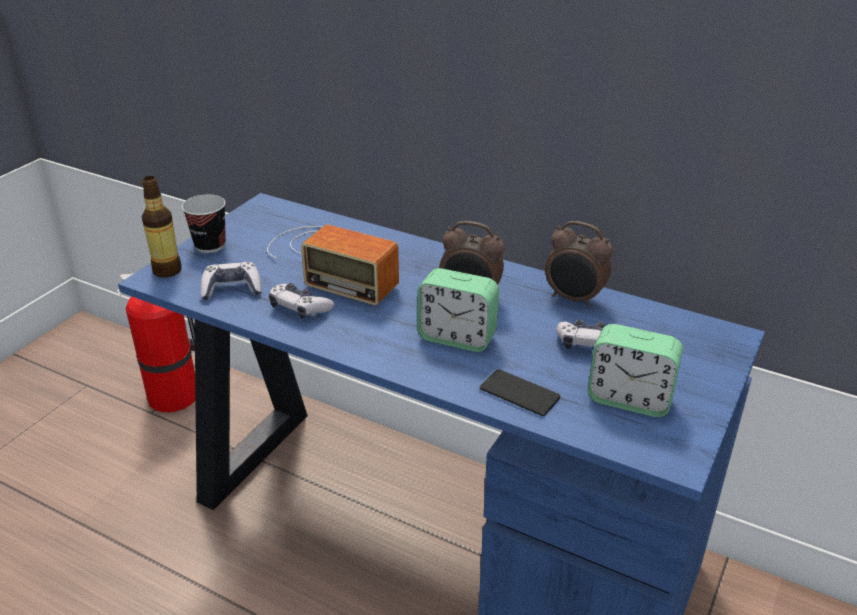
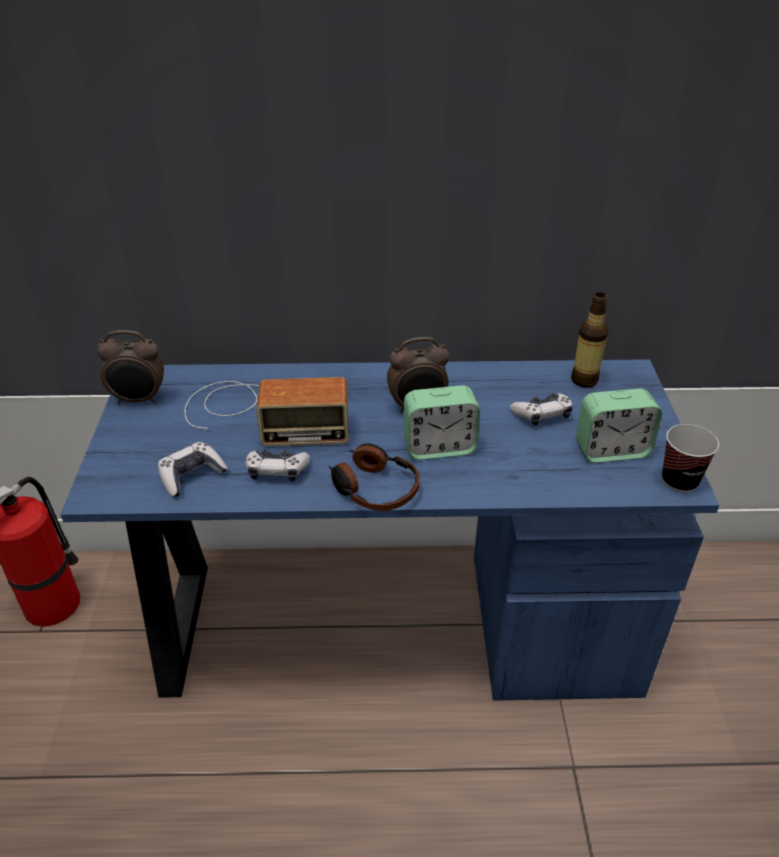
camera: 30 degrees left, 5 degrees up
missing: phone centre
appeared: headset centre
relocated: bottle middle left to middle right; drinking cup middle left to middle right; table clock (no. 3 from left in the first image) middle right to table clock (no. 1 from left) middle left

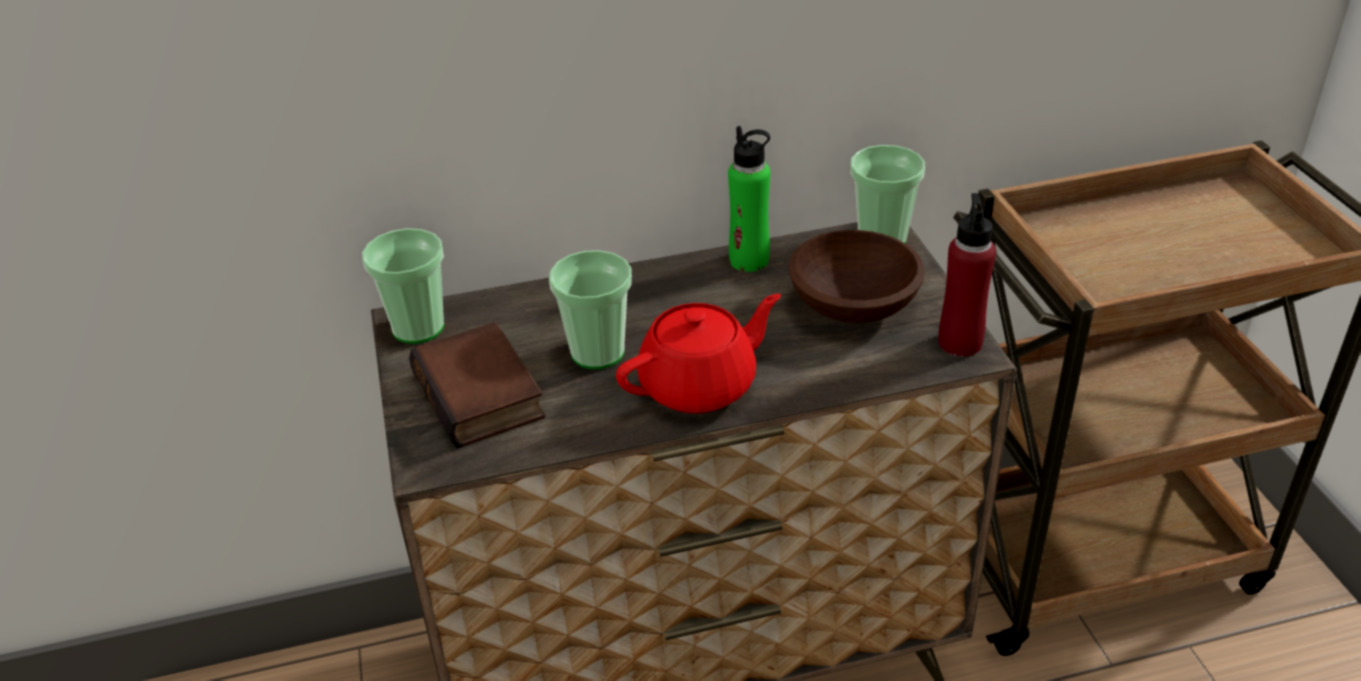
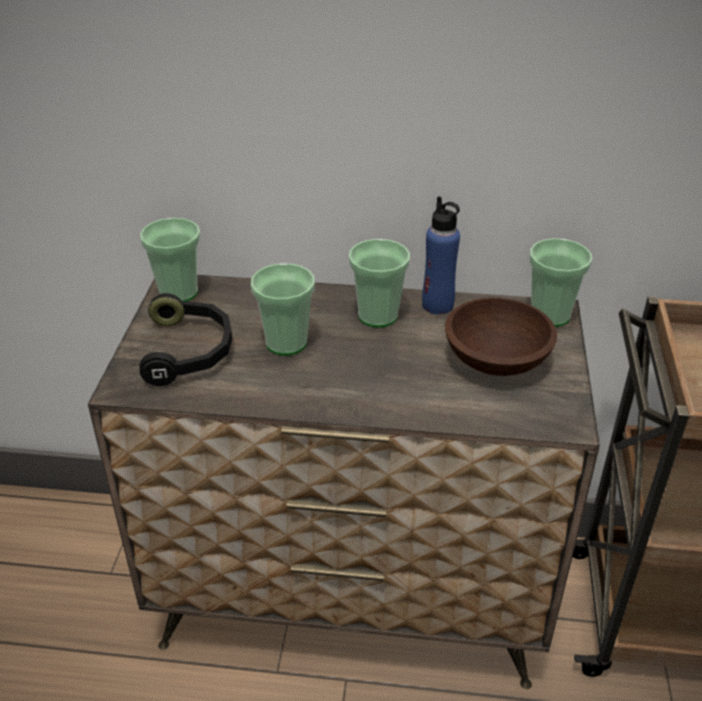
camera: 20 degrees right, 0 degrees up
missing: reddish pot for tea centre; reddish bottle middle right
appeared: drinking cup (no. 3 from left) centre
exchanged: volume centre to black headset middle left
colour: greenish bottle top centre to blue-coloured bottle centre

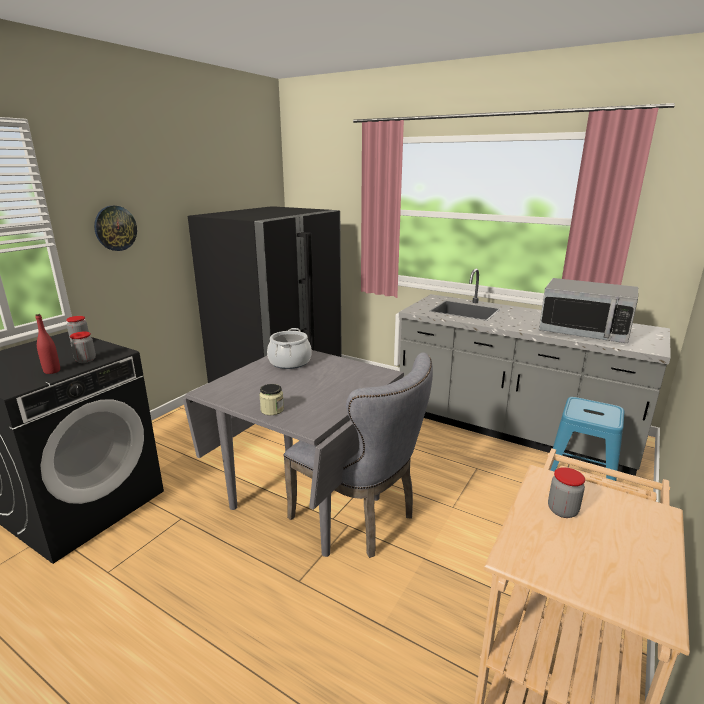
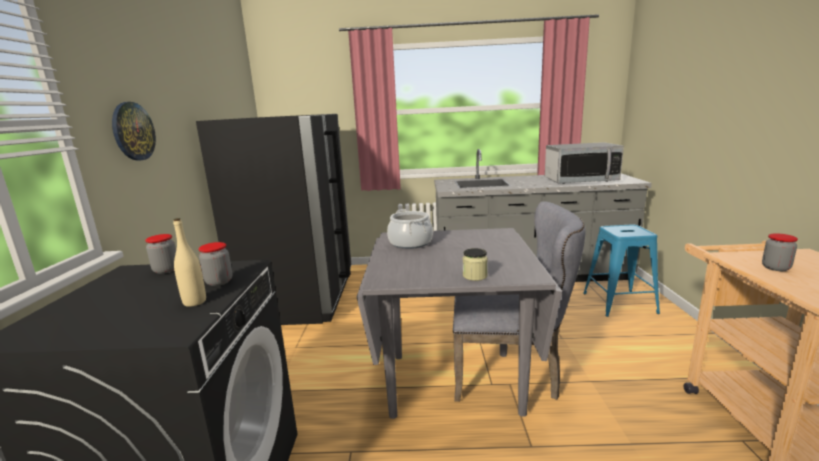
camera: 30 degrees left, 5 degrees down
colour: reddish bottle middle left to beige bottle middle left

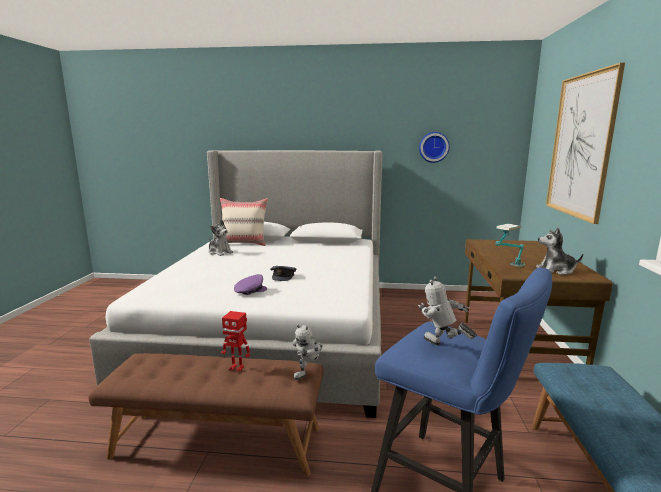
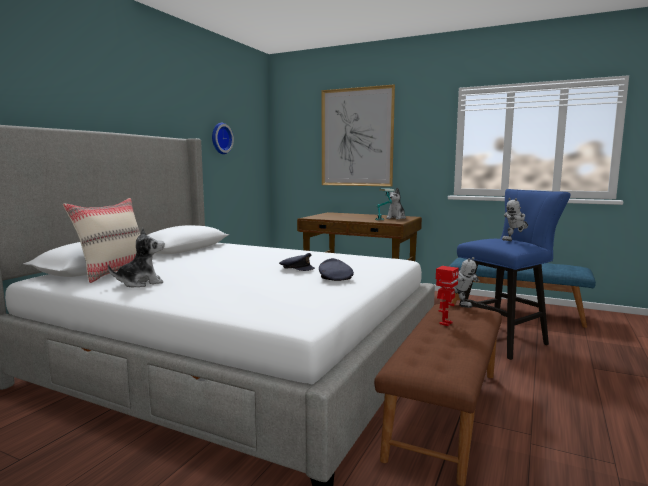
camera: 70 degrees left, 5 degrees down
colour: purplish baseball cap centre to grey baseball cap (no. 2 from left) centre

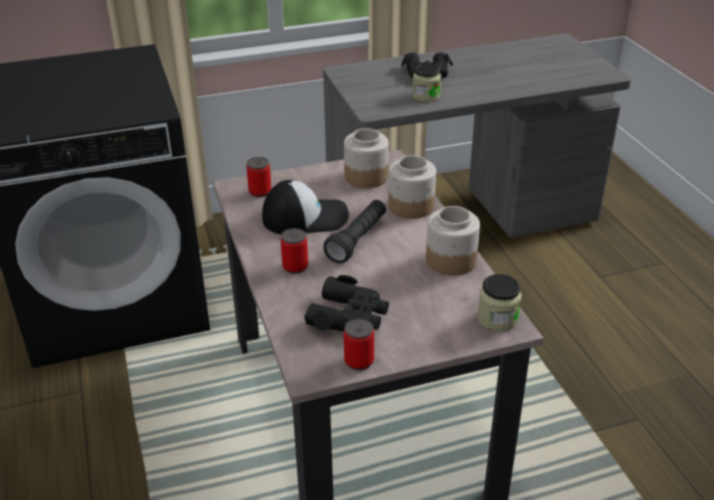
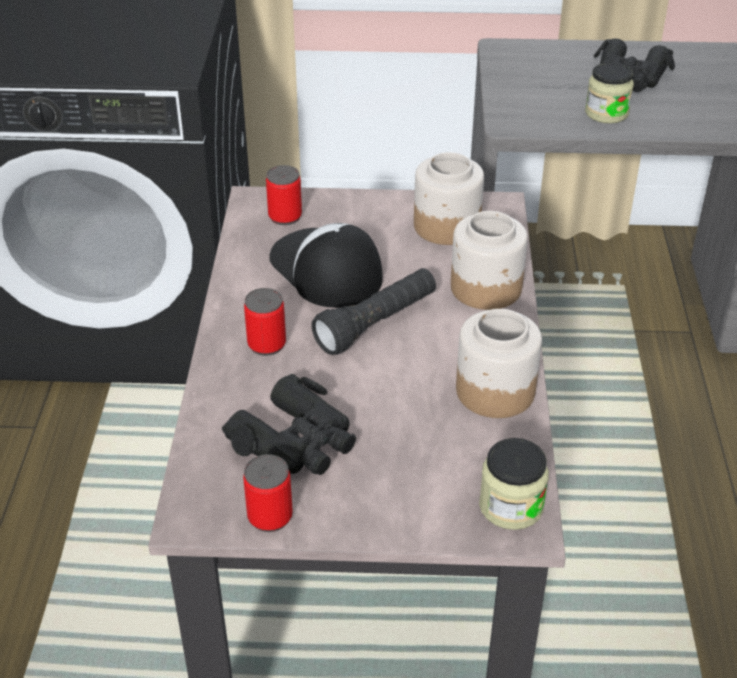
camera: 20 degrees right, 5 degrees up
spun: baseball cap centre = centre 135 degrees counterclockwise

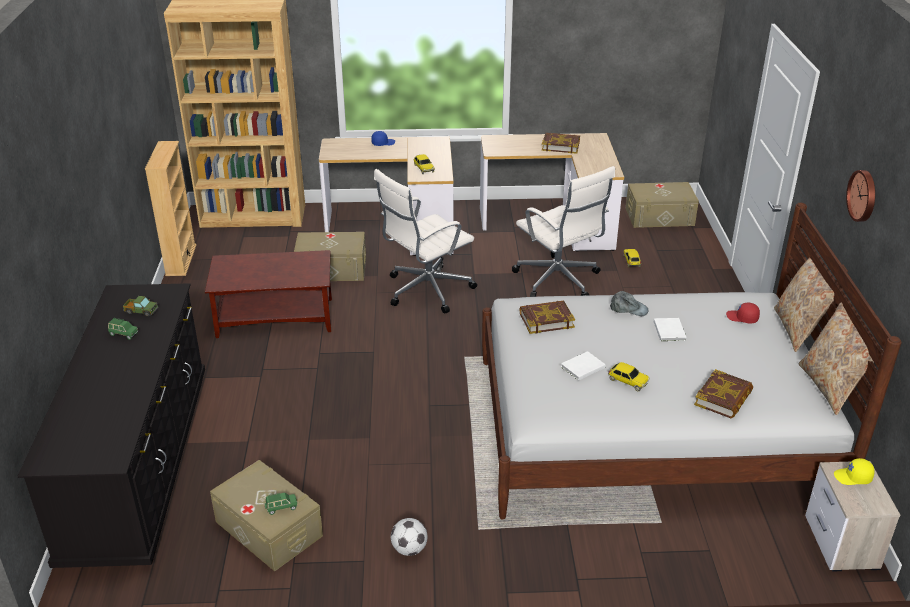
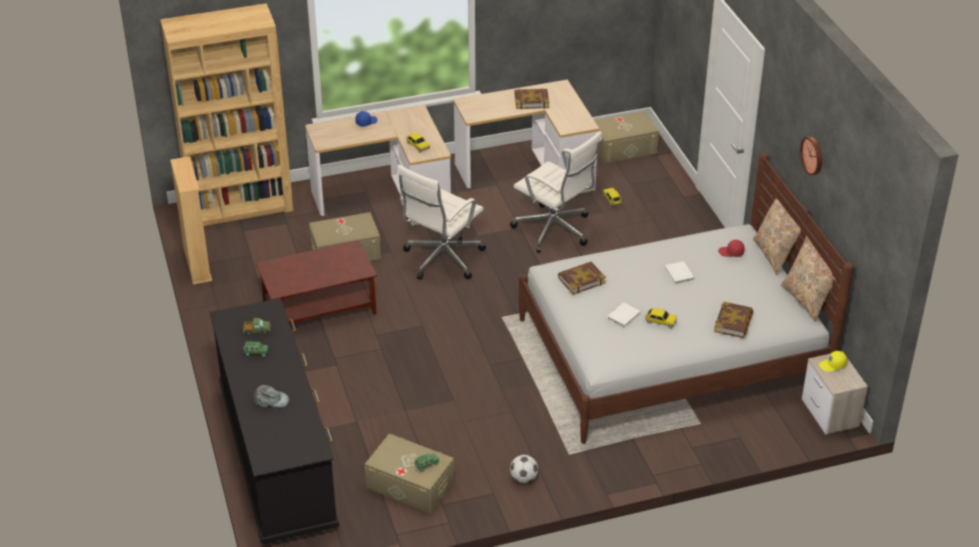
camera: 15 degrees left, 5 degrees up
relocated: grey baseball cap middle right to bottom left

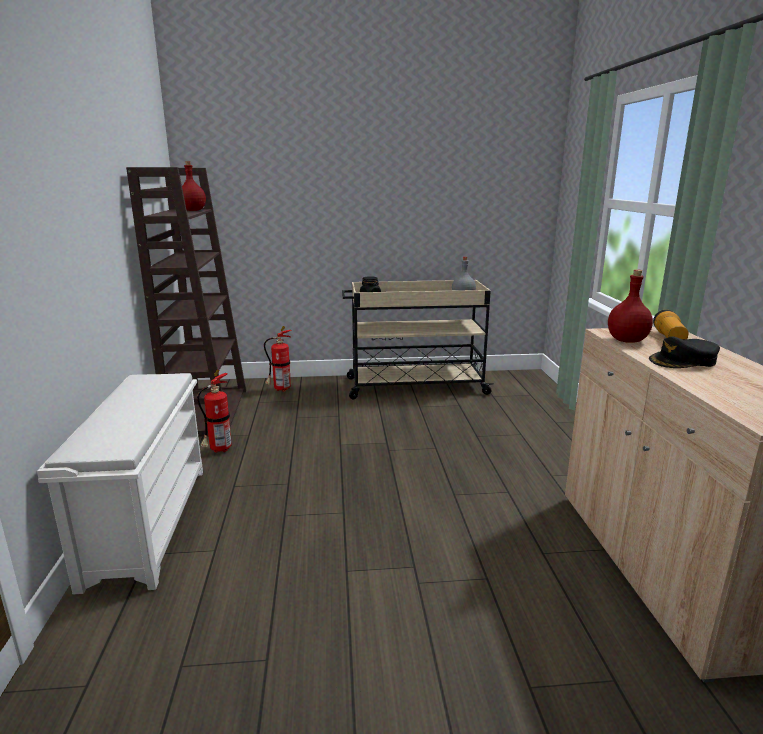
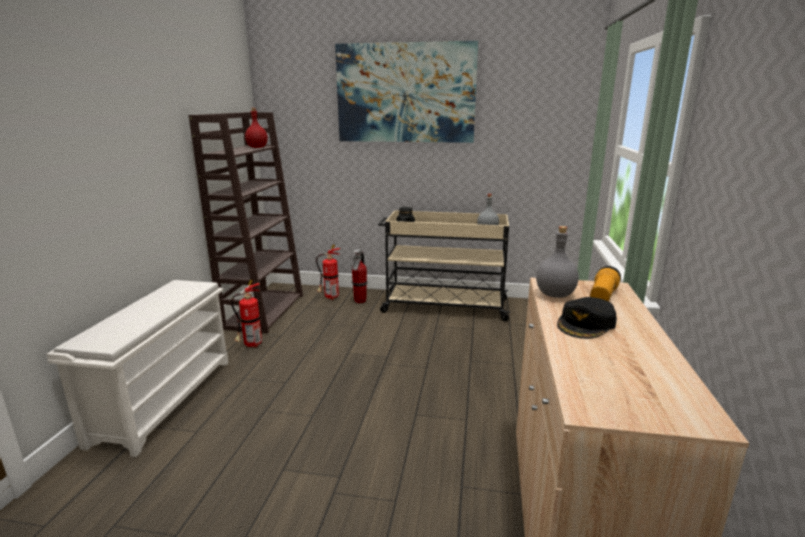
camera: 15 degrees right, 0 degrees up
appeared: picture top centre; fire-fighting cylinder (no. 3 from left) centre
colour: reddish bottle (no. 2 from left) middle right to grey bottle (no. 2 from left) middle right
spun: black baseball cap middle right = middle right 45 degrees counterclockwise

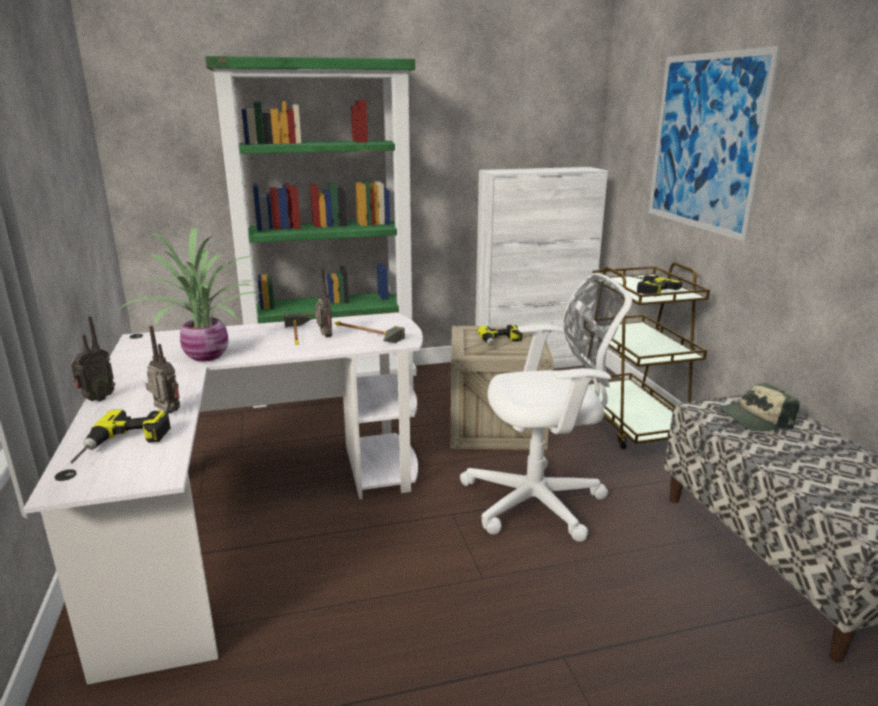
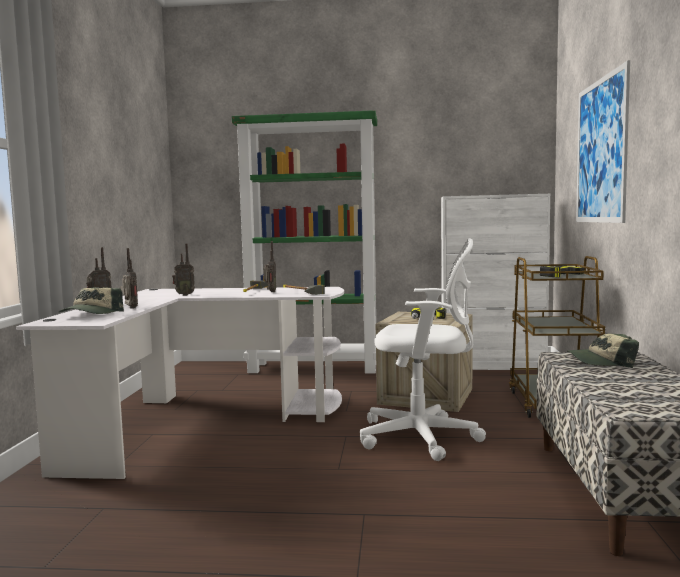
camera: 20 degrees right, 15 degrees down
exchanged: drill (no. 1 from left) middle left to baseball cap (no. 1 from left) middle left; houseplant middle left to radio receiver (no. 3 from left) middle left

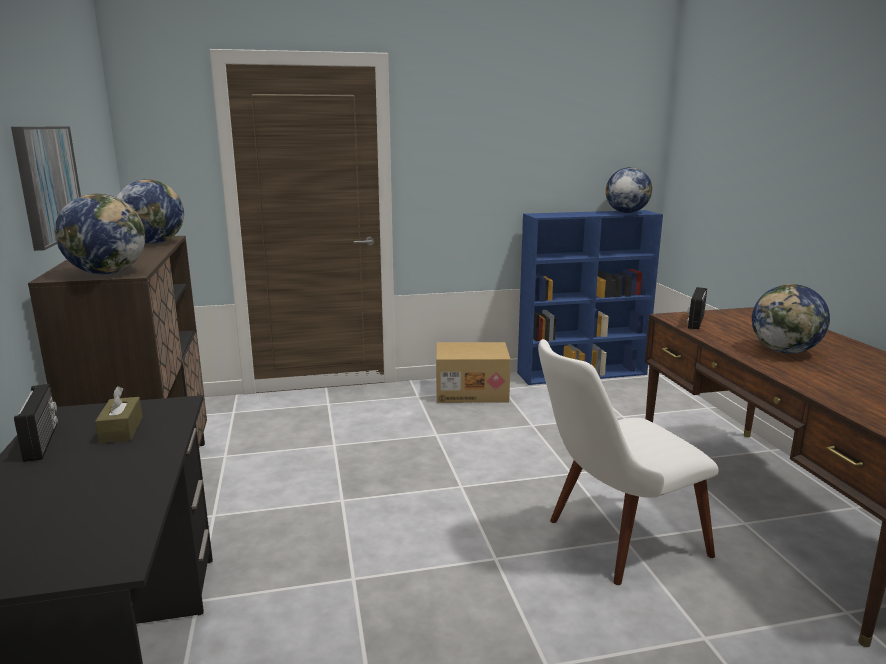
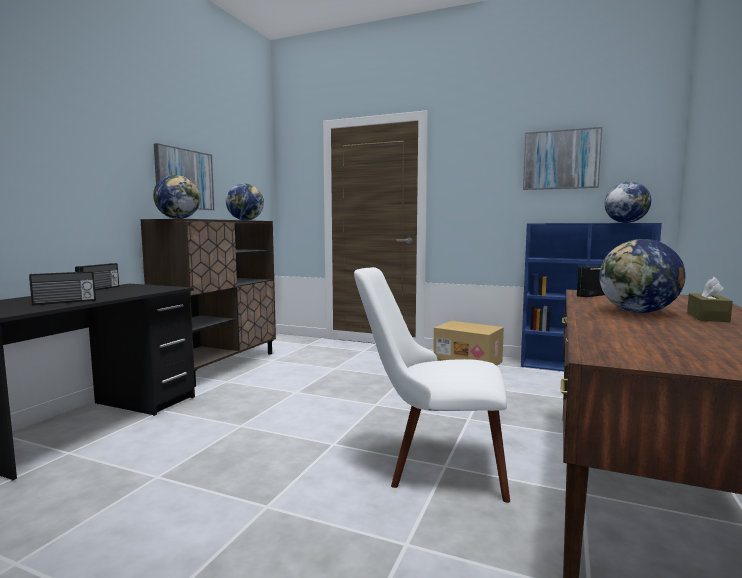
camera: 35 degrees right, 10 degrees down
appeared: radio receiver (no. 1 from left) middle left; picture (no. 2 from left) top right
relocated: brown-coloured tissue holder middle left to middle right

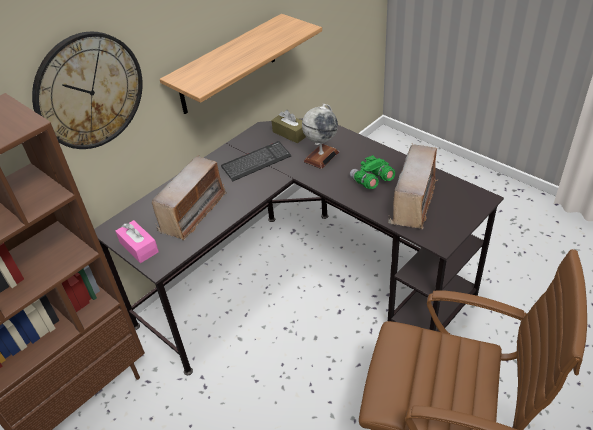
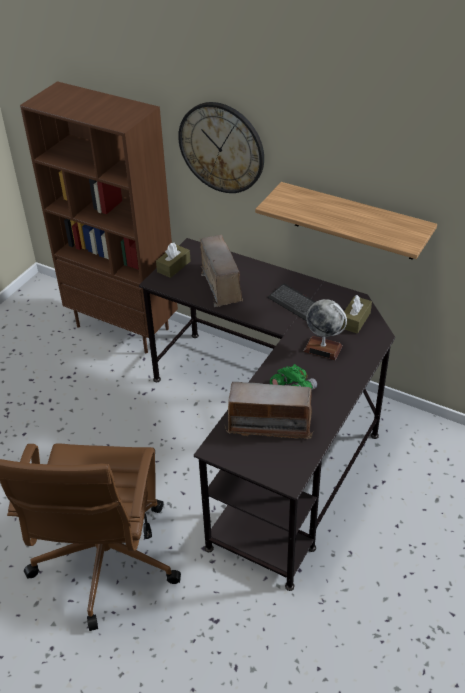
camera: 75 degrees right, 0 degrees up
colour: pink tissue holder middle left to brown-coloured tissue holder (no. 1 from left) centre
spun: radio receiver (no. 1 from left) middle left = centre 120 degrees counterclockwise

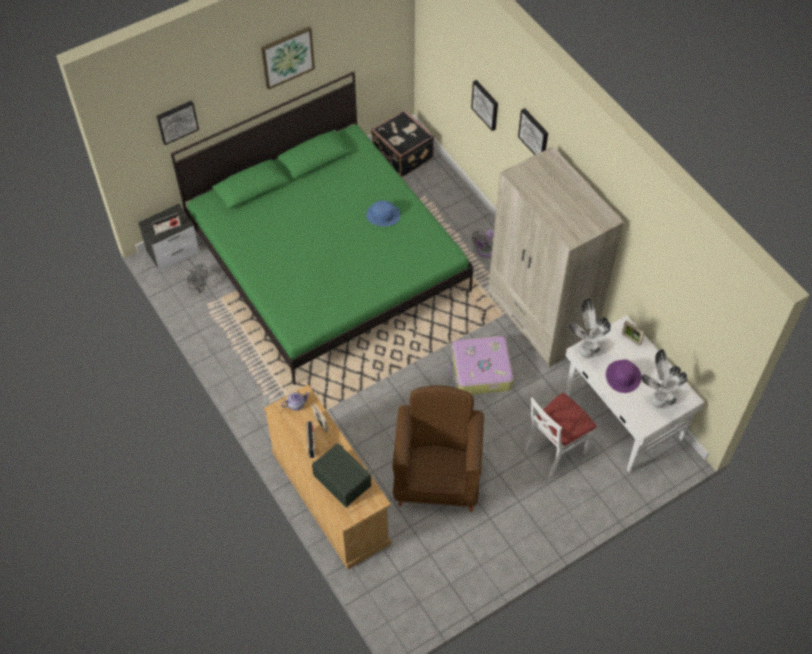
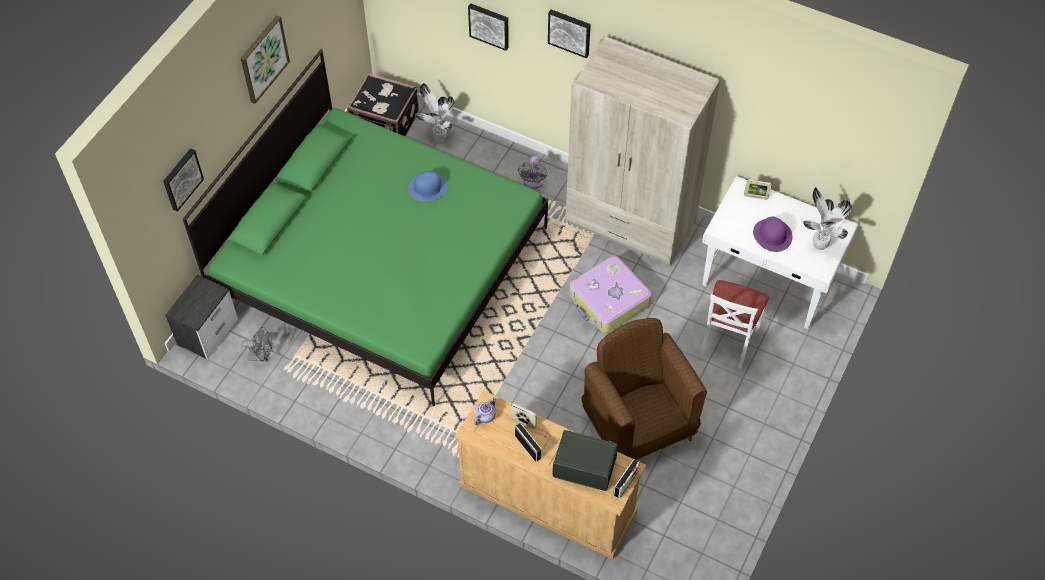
camera: 30 degrees left, 0 degrees up
relocated: radio receiver (no. 1 from left in the first image) middle left to radio receiver (no. 3 from left) bottom centre; houseplant (no. 1 from left) middle right to top centre

